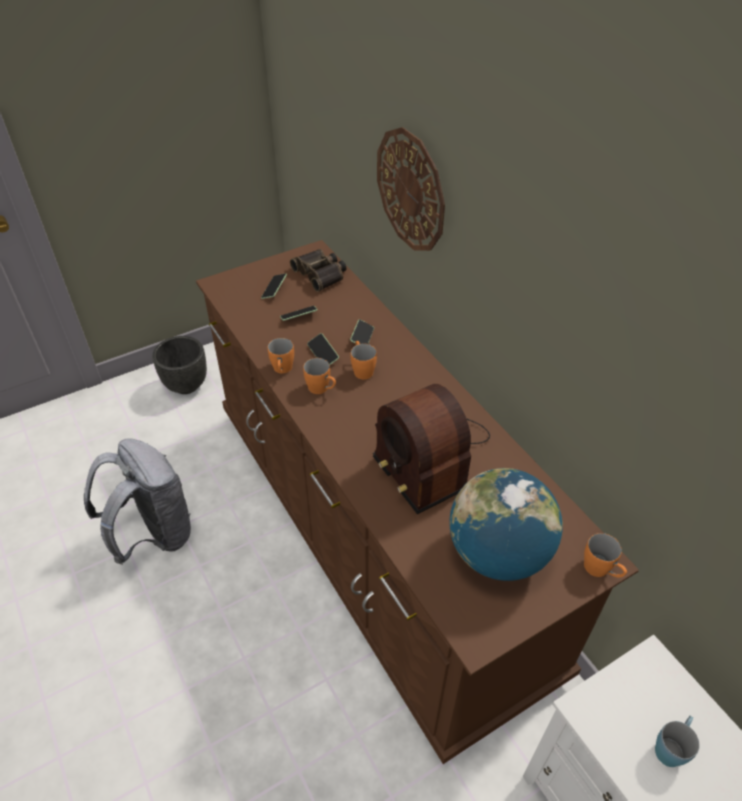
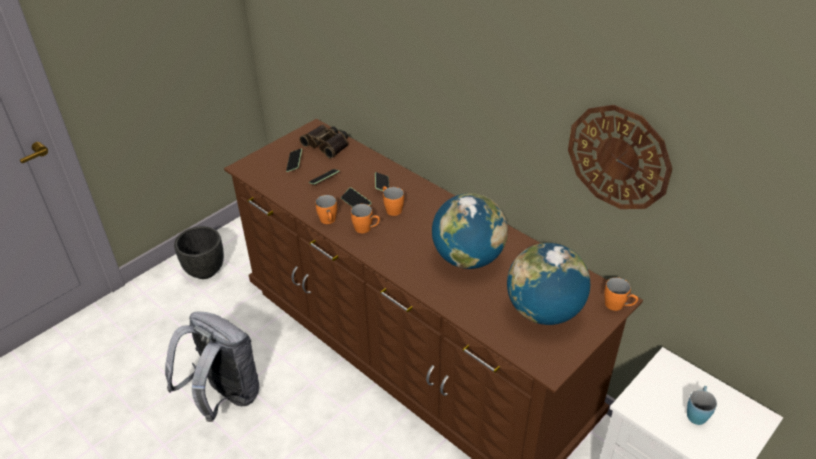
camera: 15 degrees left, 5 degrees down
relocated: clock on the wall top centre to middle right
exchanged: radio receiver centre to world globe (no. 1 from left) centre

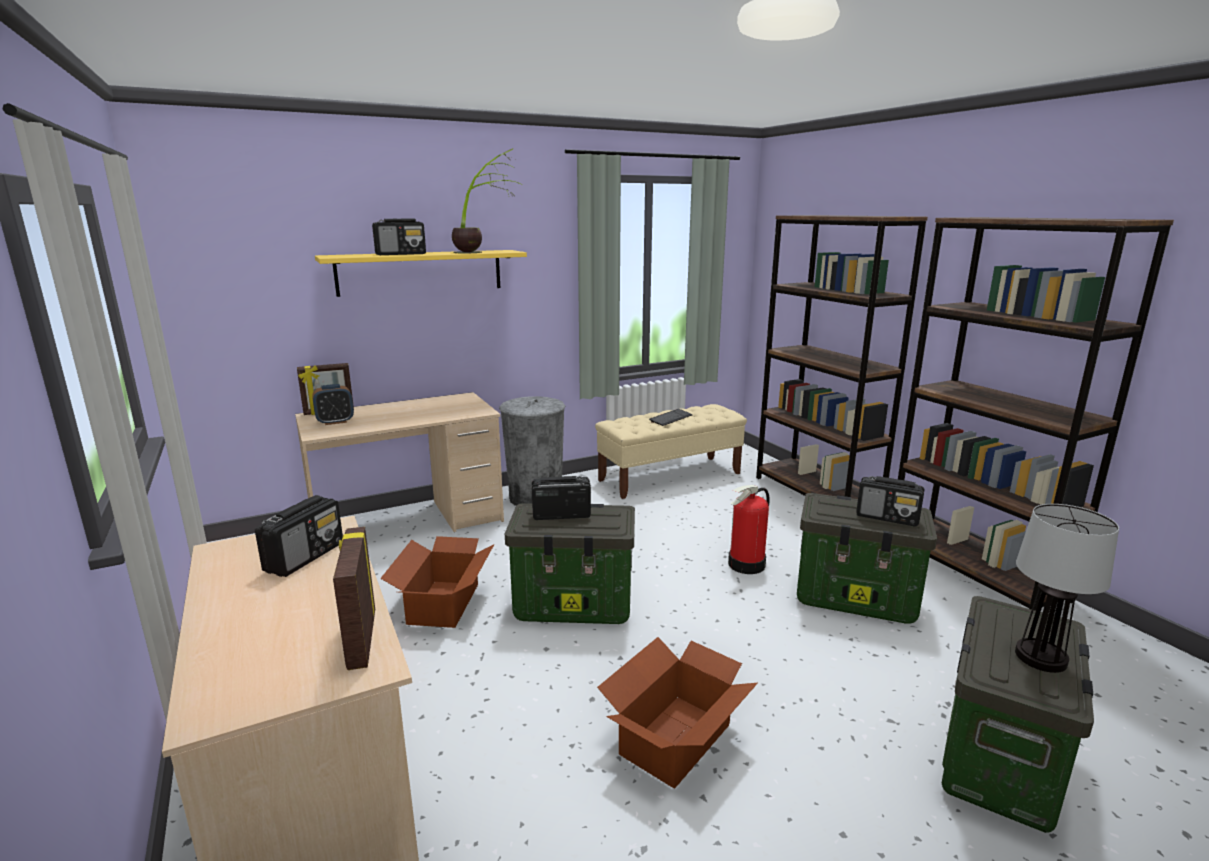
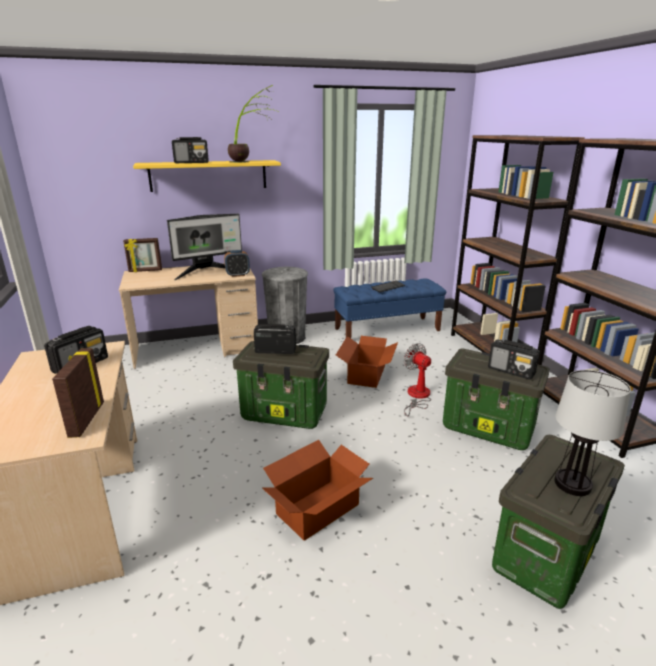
camera: 10 degrees right, 5 degrees up
appeared: computer display middle left
relocated: table clock middle left to centre; packing box (no. 1 from left in the first image) bottom centre to packing box (no. 2 from left) centre
exchanged: fire-fighting cylinder centre to electric fan centre
colour: beige long seat centre to blue-coloured long seat centre

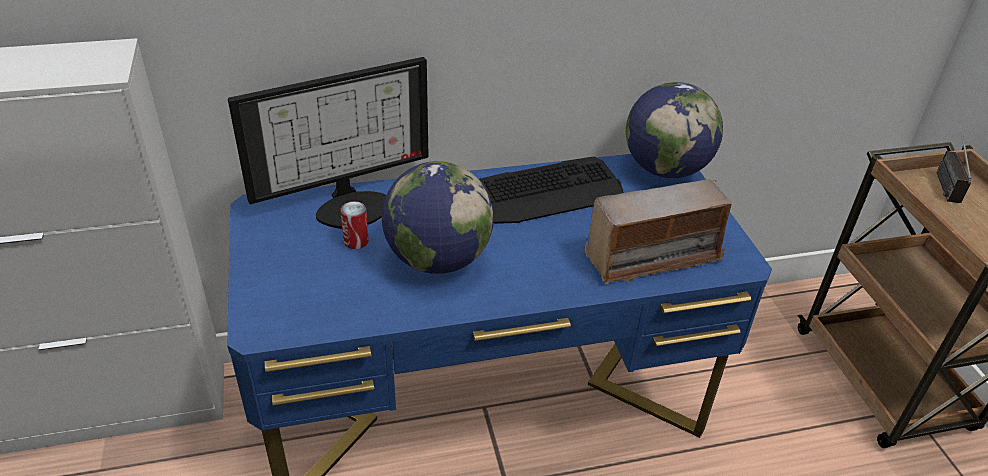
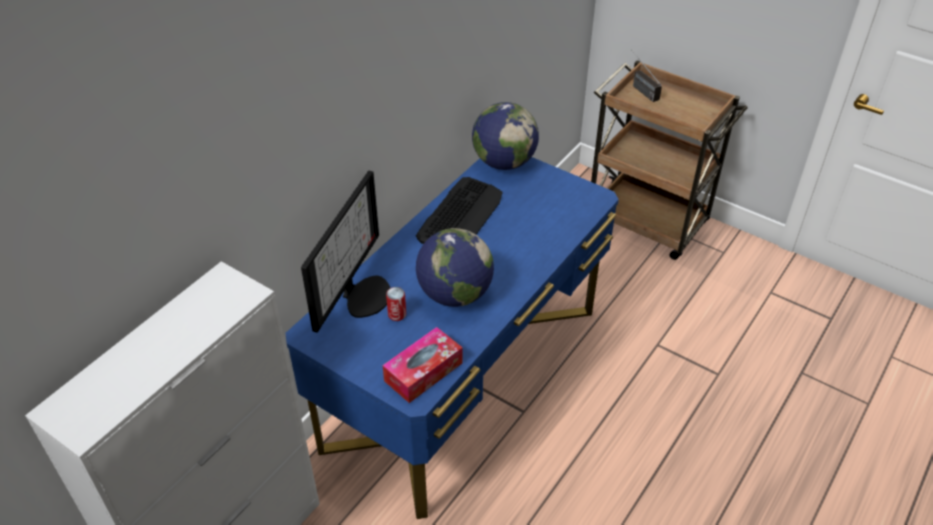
camera: 40 degrees left, 5 degrees up
missing: radio receiver (no. 1 from left) centre
appeared: tissue holder bottom centre

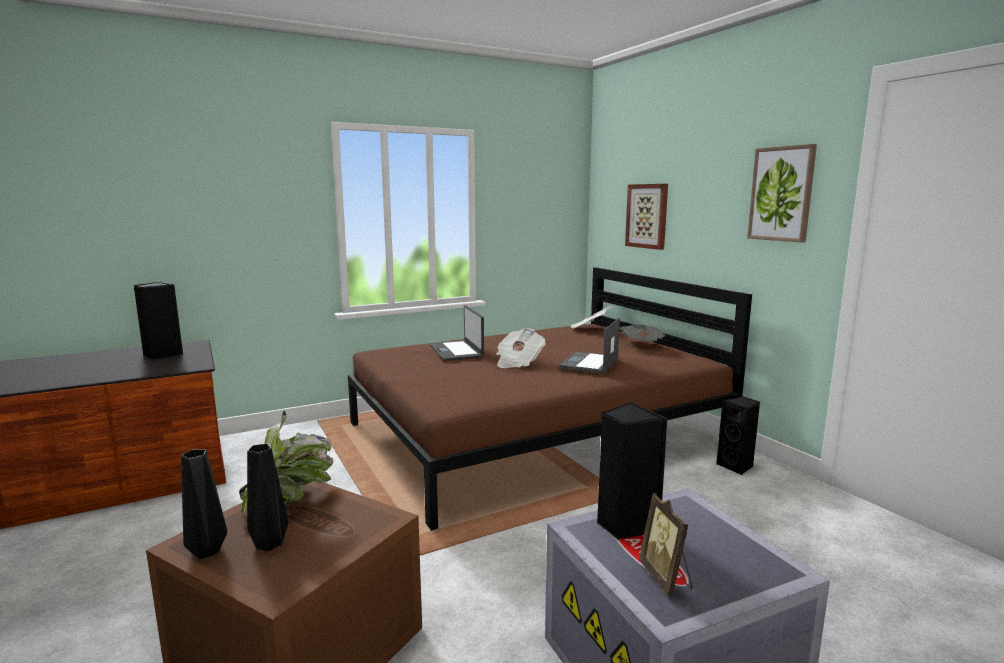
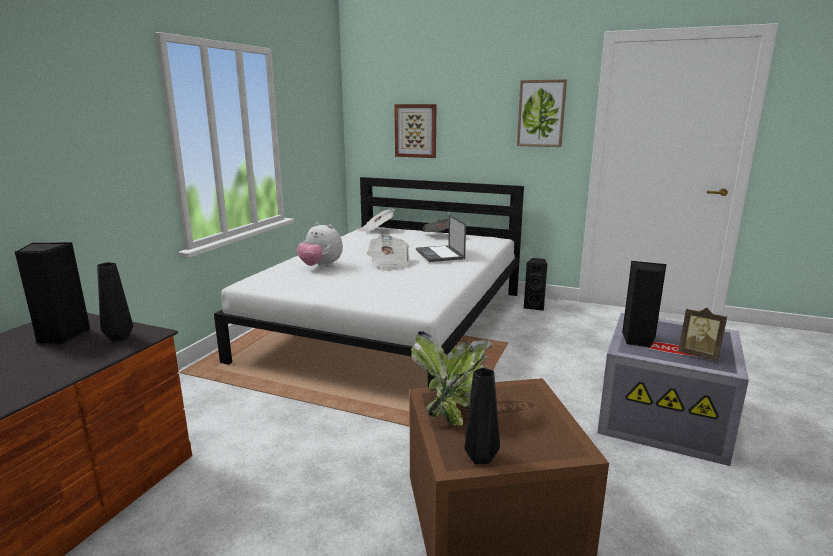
camera: 40 degrees left, 5 degrees up
relocated: black vase (no. 2 from left in the first image) bottom left to black vase (no. 1 from left) middle left
exchanged: portable computer (no. 1 from left) centre to plush toy centre
colour: brown-coloured sleeping bed centre to white-coloured sleeping bed centre

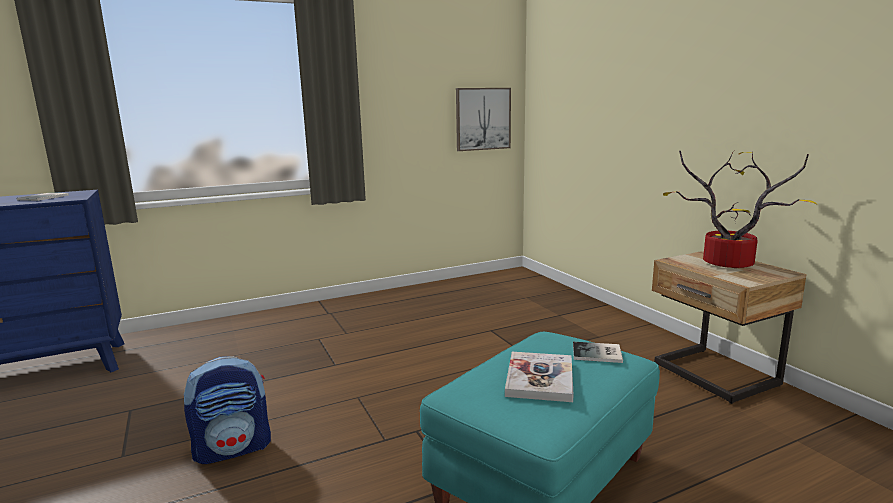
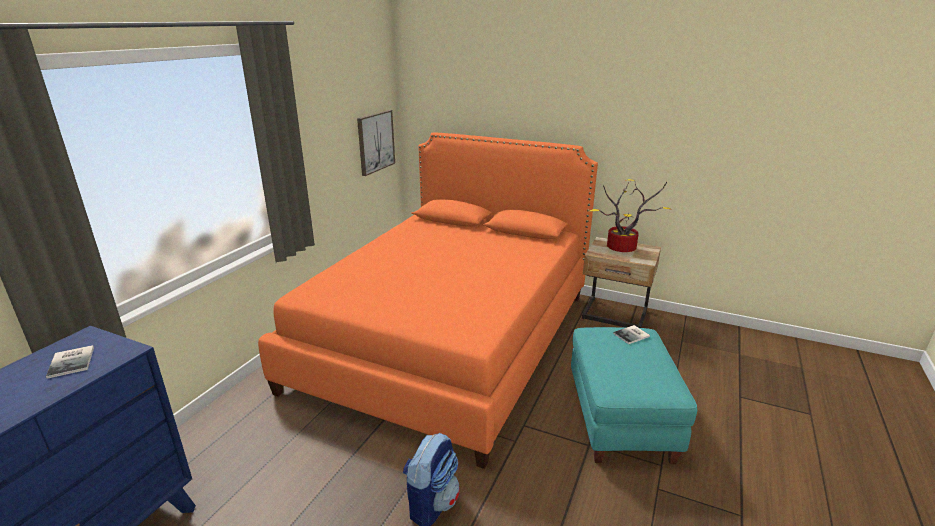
camera: 40 degrees left, 10 degrees up
missing: volume (no. 2 from left) bottom centre
appeared: orange-coloured sleeping bed centre

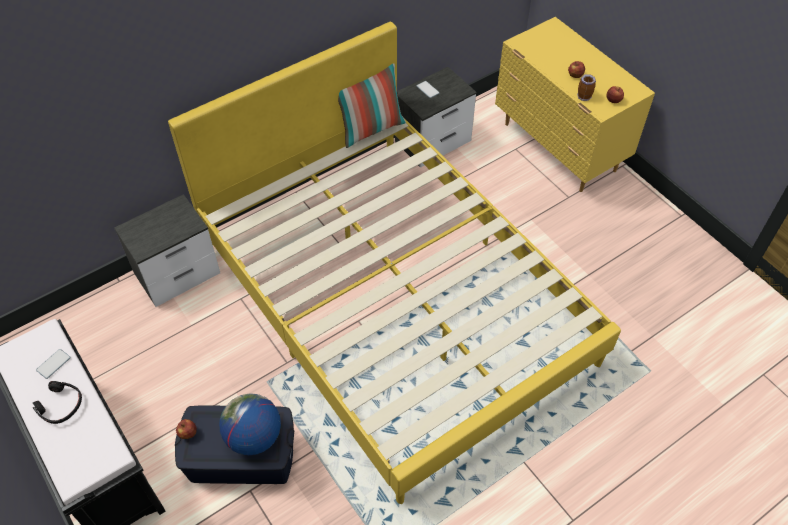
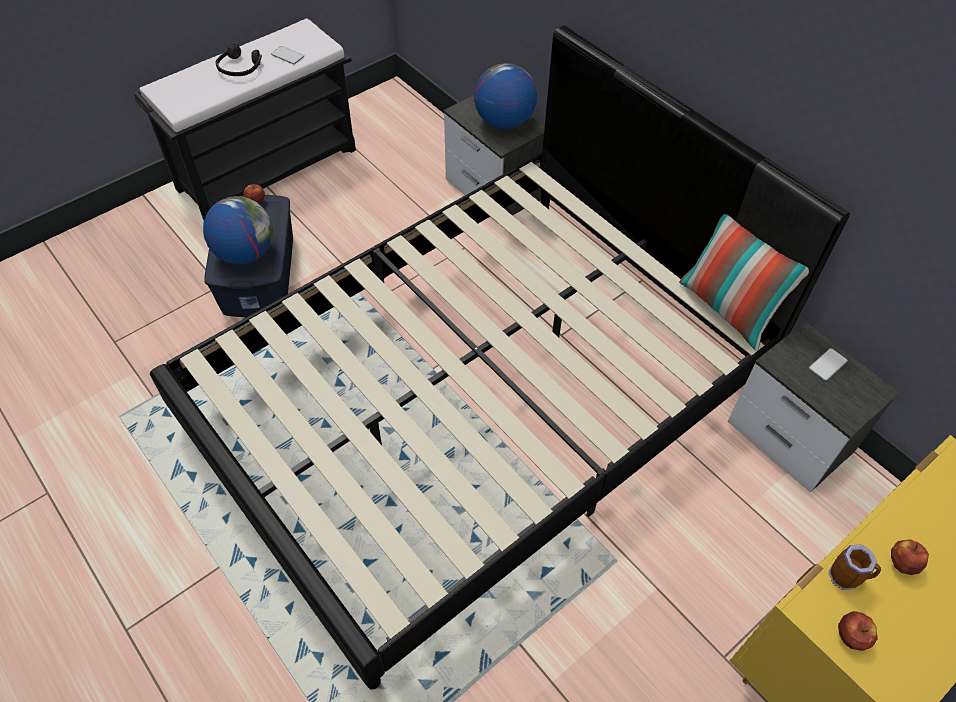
camera: 85 degrees right, 0 degrees up
appeared: world globe (no. 2 from left) top centre
colour: yellow sleeping bed centre to black sleeping bed centre

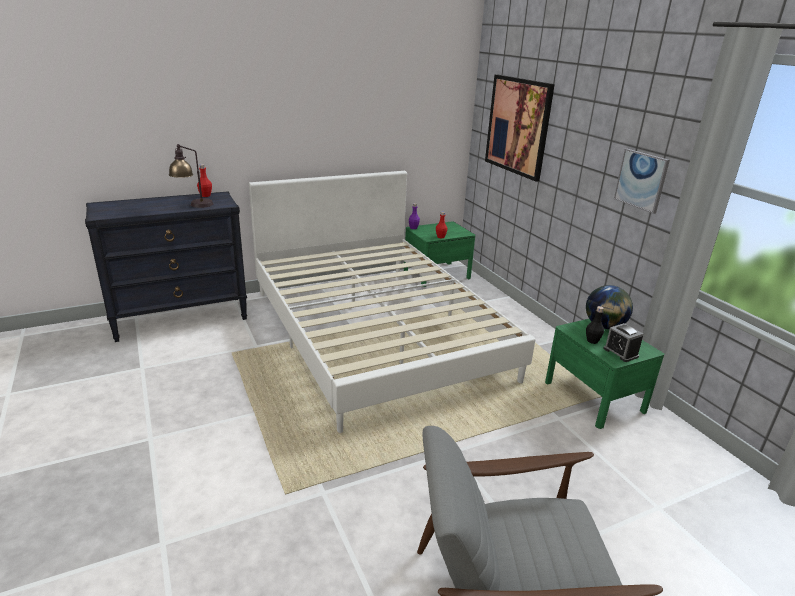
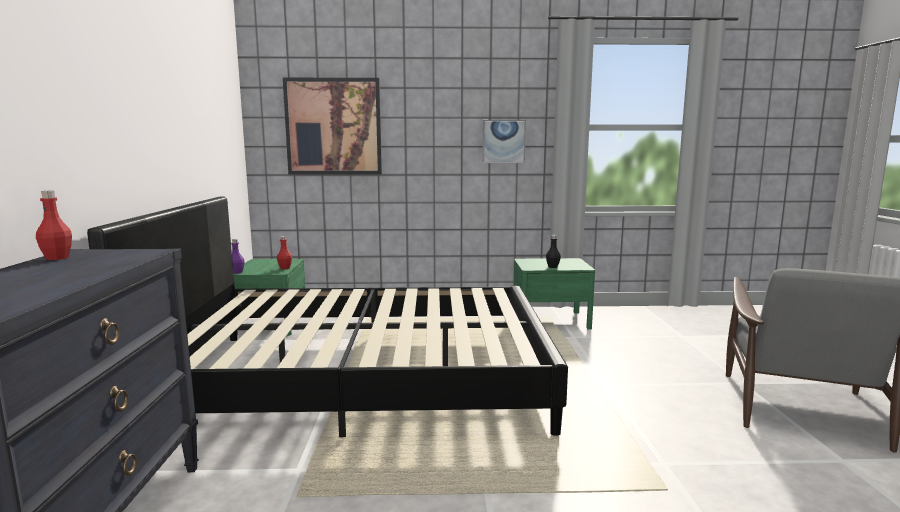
camera: 65 degrees left, 15 degrees down
missing: lamp for a table top left; world globe middle right; table clock middle right
colour: white-coloured sleeping bed centre to black sleeping bed centre

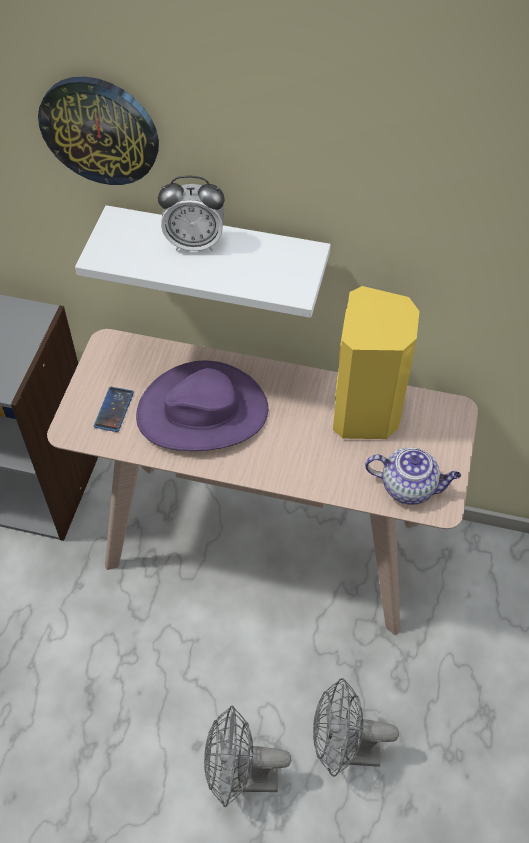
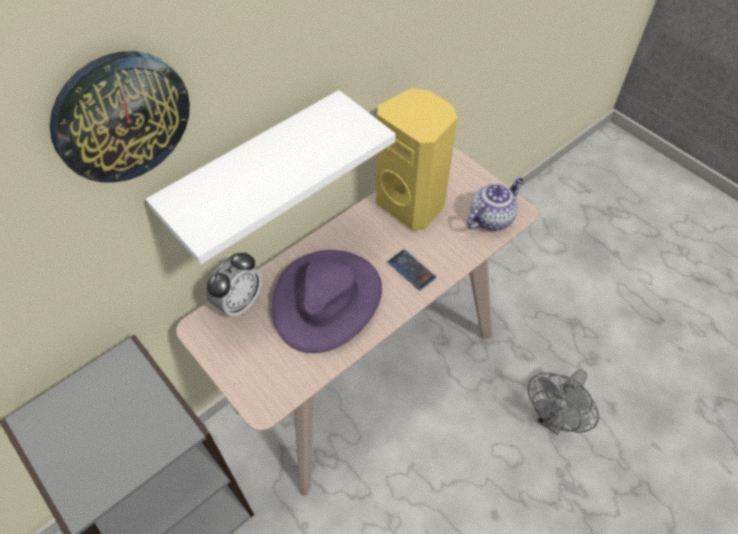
camera: 55 degrees left, 0 degrees up
missing: grey electric fan (no. 1 from left) bottom centre
relocated: phone middle left to centre; table clock top centre to middle left

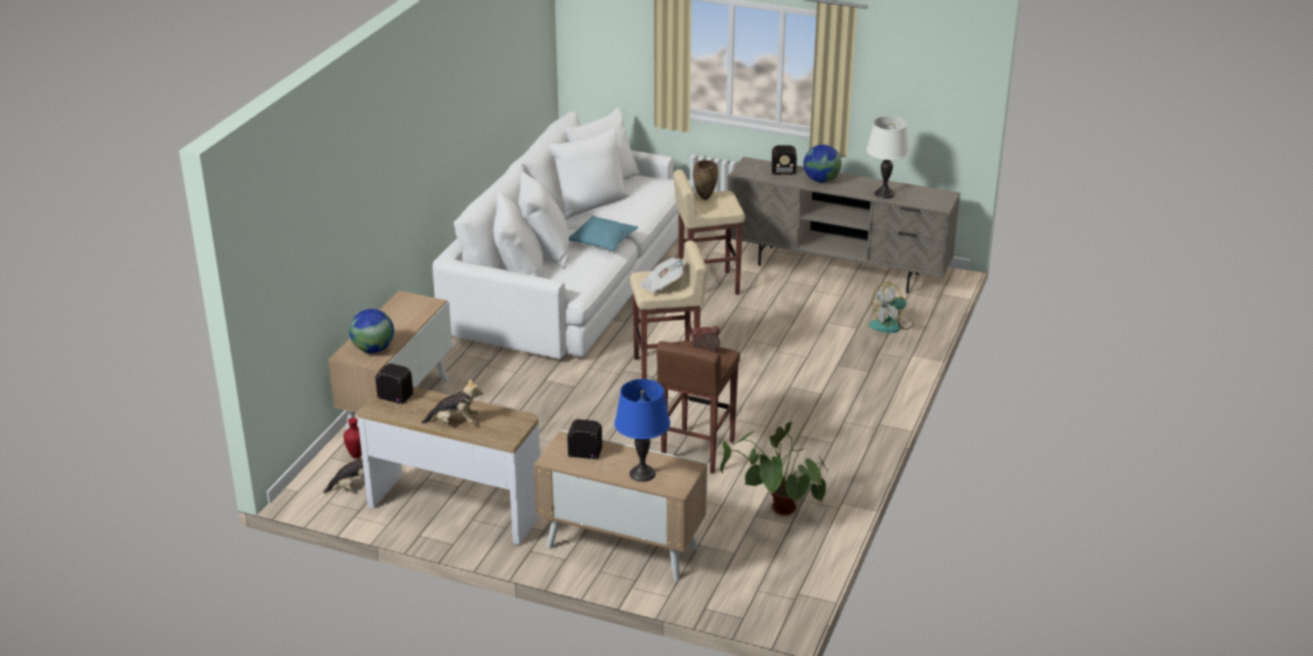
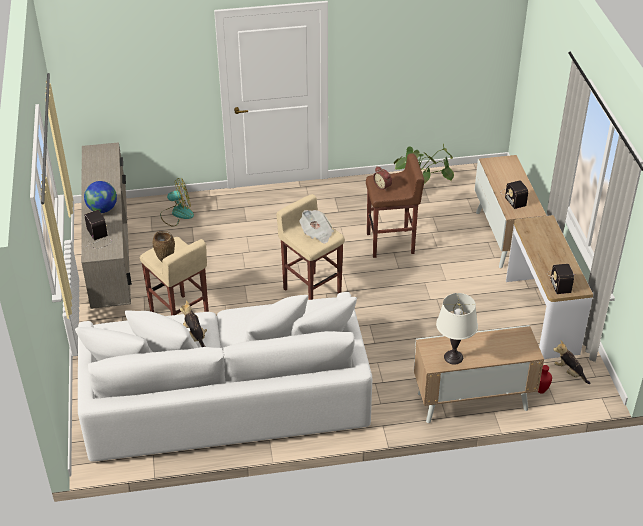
camera: 120 degrees left, 10 degrees up
missing: world globe (no. 1 from left) middle left; blue-green cushion centre; blue-coloured lamp for a table centre
relocated: plush toy (no. 2 from left in the first image) centre to plush toy (no. 1 from left) middle left; white-coloured lamp for a table top right to middle right
spun: electric fan middle right = middle left 45 degrees counterclockwise

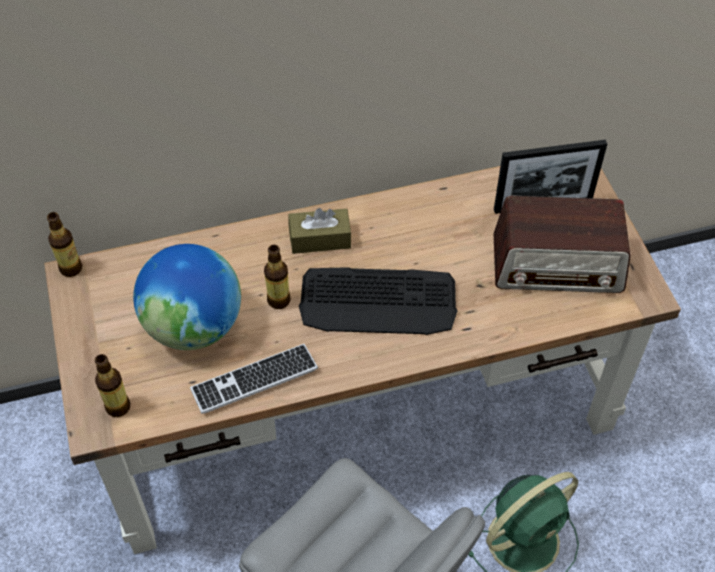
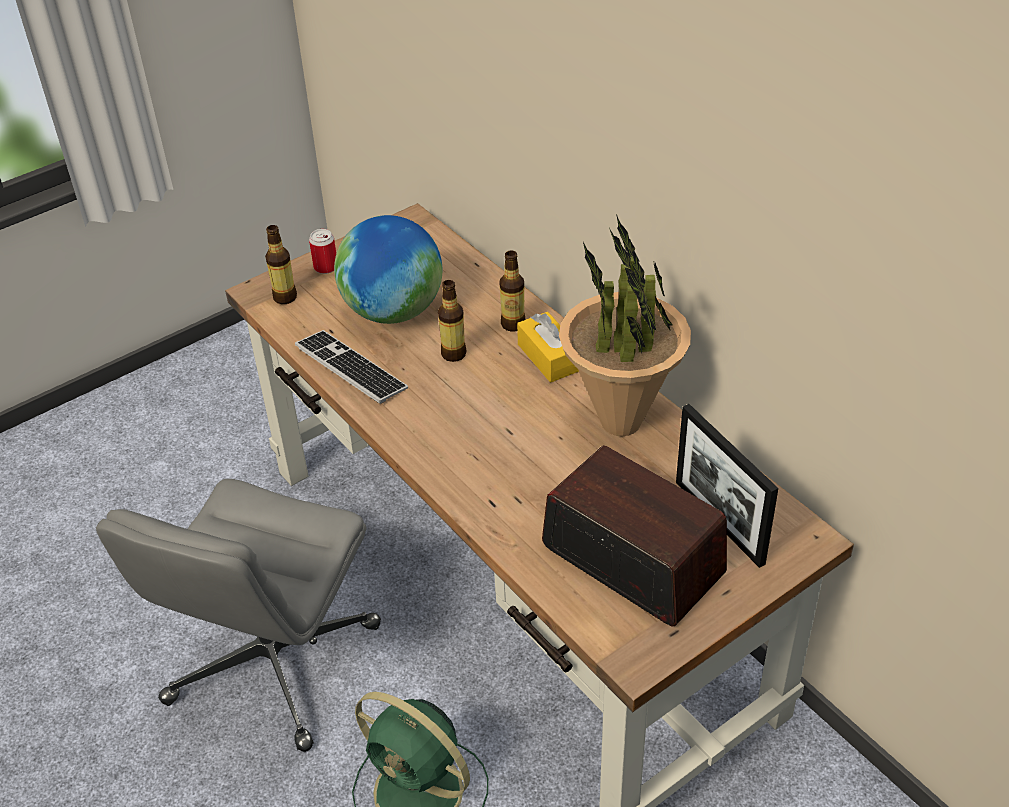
camera: 70 degrees right, 10 degrees down
missing: computer keyboard (no. 2 from left) centre
appeared: can top left; houseplant centre
relocated: bottle (no. 1 from left in the first image) middle left to bottle (no. 3 from left) centre
colour: brown-coloured tissue holder centre to yellow tissue holder centre
spun: radio receiver middle right = centre 150 degrees clockwise

